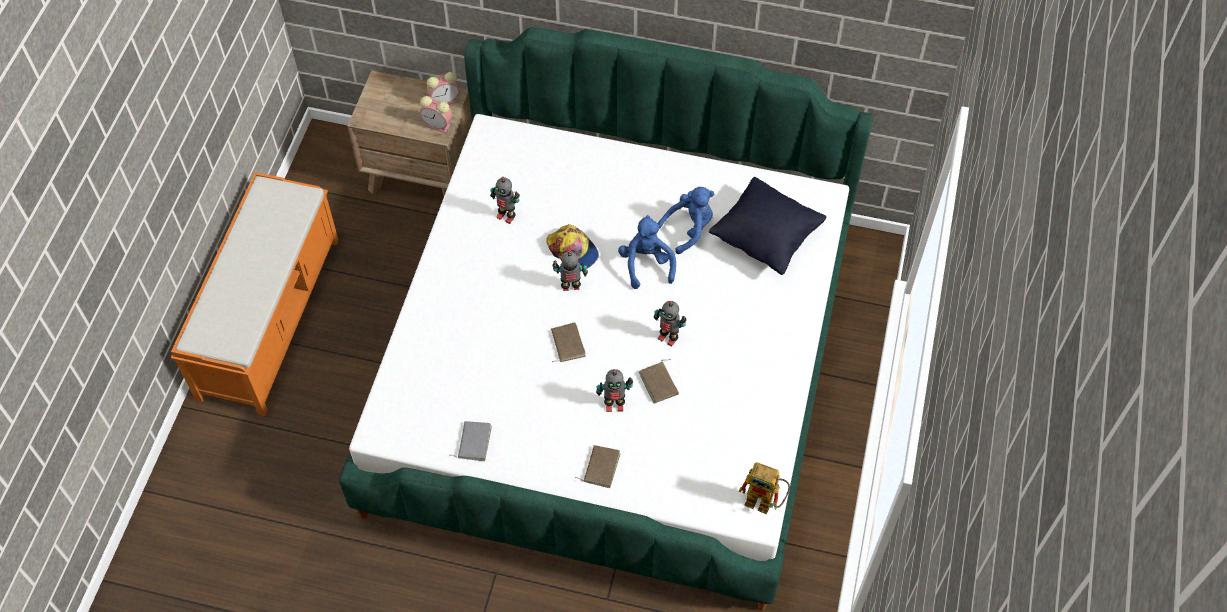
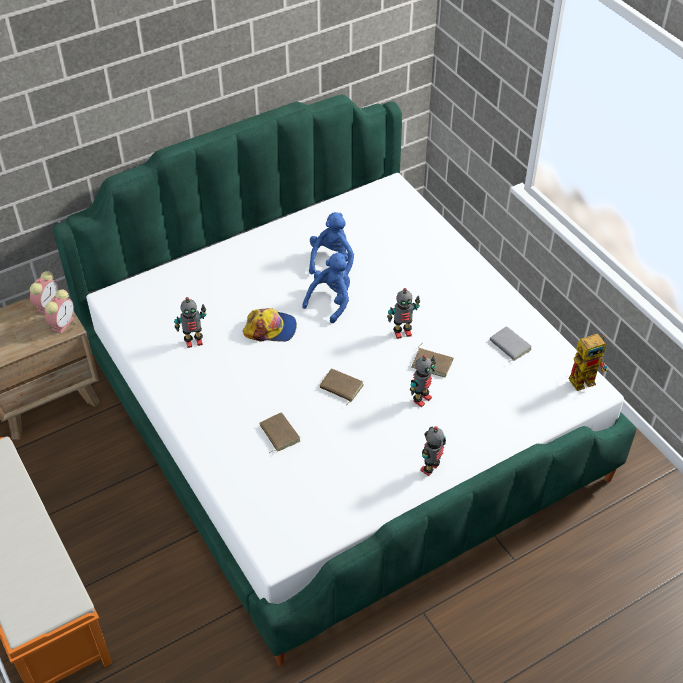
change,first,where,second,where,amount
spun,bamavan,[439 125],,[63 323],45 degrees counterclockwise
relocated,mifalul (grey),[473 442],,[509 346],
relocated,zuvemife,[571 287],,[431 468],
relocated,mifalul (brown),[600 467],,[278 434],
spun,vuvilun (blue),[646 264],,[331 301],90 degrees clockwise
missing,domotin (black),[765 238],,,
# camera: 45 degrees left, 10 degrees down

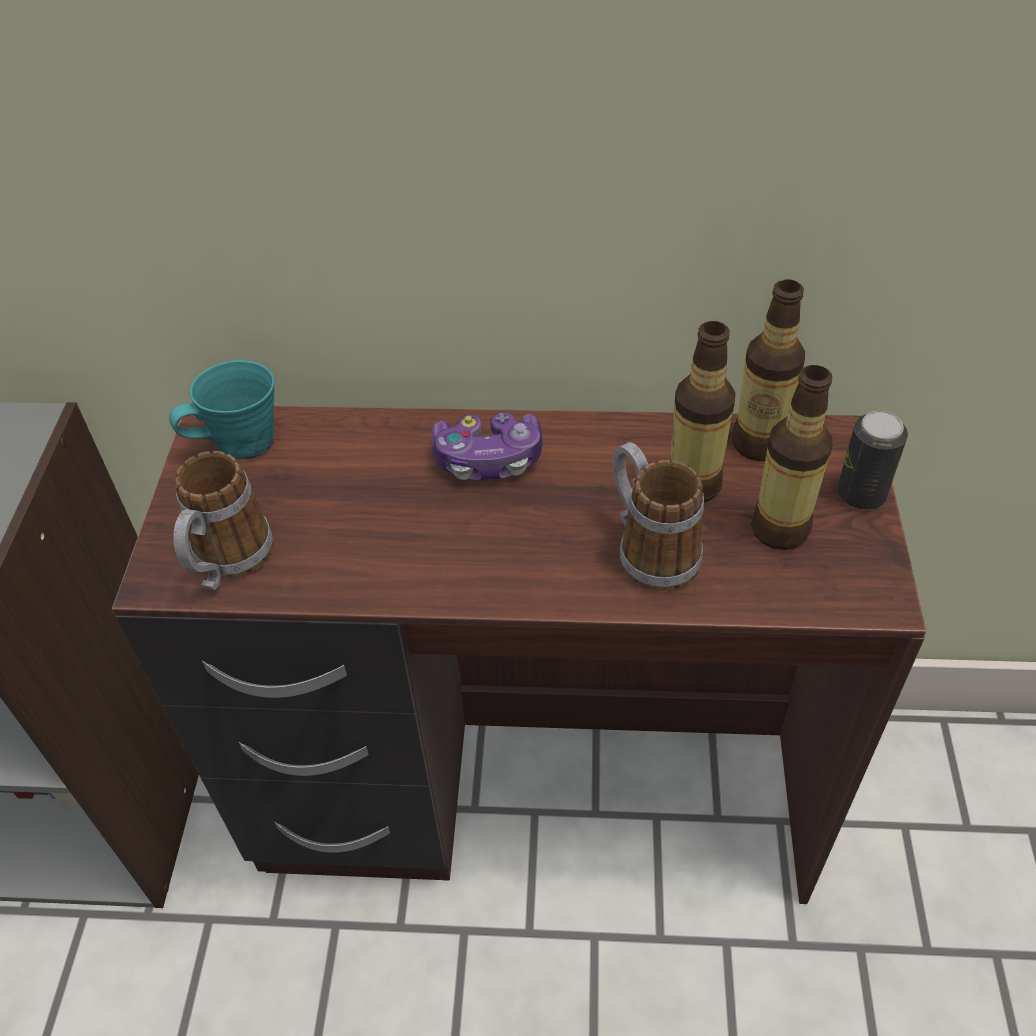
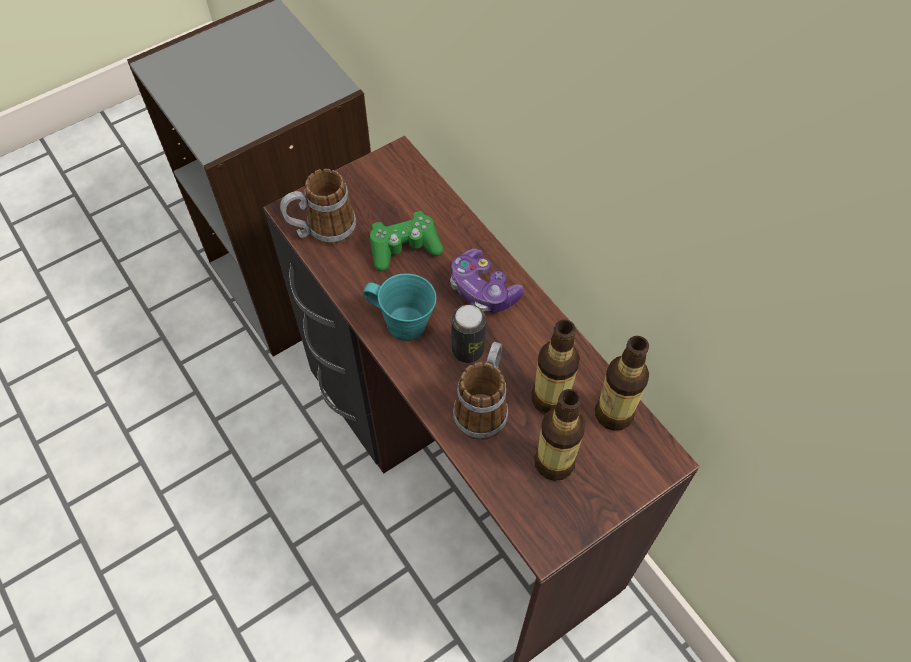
change,first,where,second,where,amount
relocated,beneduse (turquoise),[241 442],,[404 323],
relocated,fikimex,[861 494],,[467 350],
appeared,,,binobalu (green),[404 247],
# camera: 50 degrees right, 10 degrees up

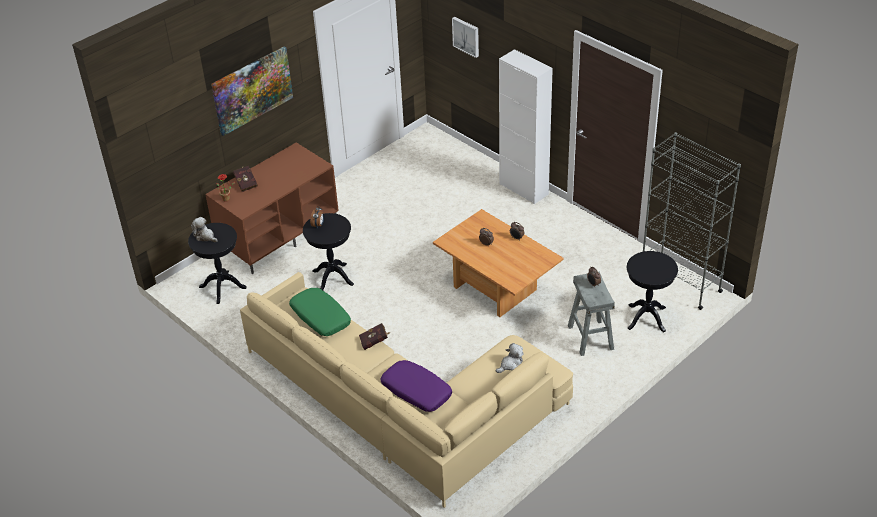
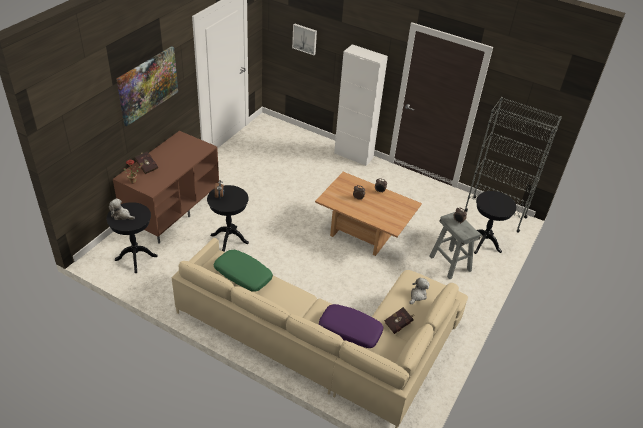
change,first,where,second,where,amount
relocated,mifalul (red),[375 342],,[399 324],
# camera: 20 degrees left, 0 degrees up

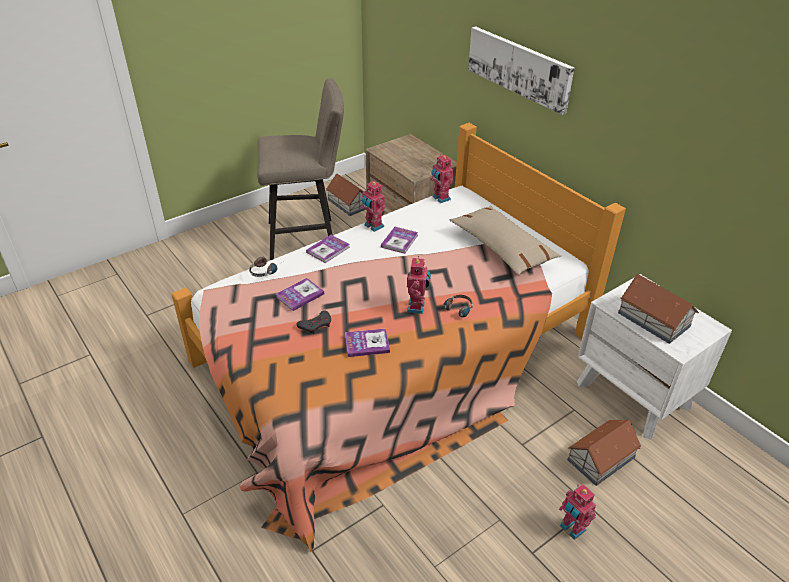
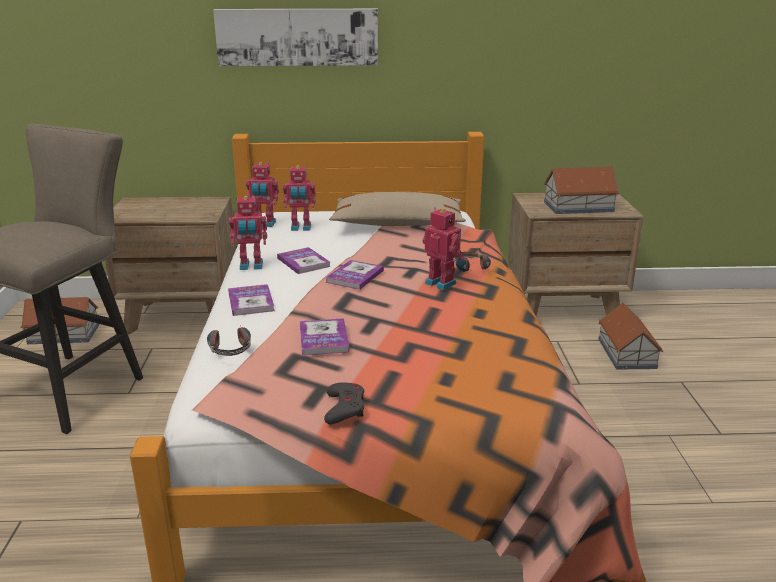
change,first,where,second,where,amount
relocated,binobalu (grey),[316 325],,[344 408],
relocated,mifalul,[367 344],,[355 276],
relocated,zuvemife,[571 529],,[301 228],
colour,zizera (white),[634 395],zizera (brown),[564 309],
# camera: 55 degrees left, 15 degrees down

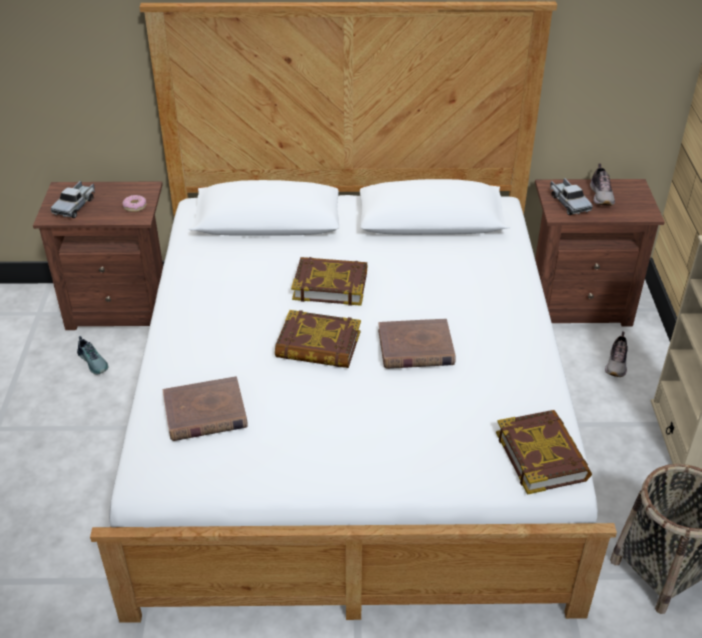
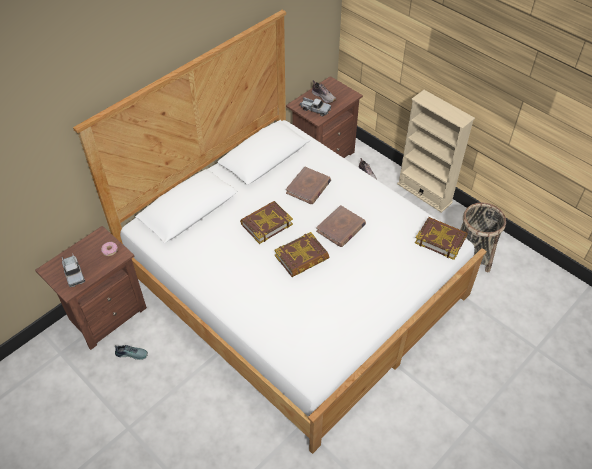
change,first,where,second,where,amount
relocated,mifalul (brown),[205 413],,[308 187],
# camera: 45 degrees left, 10 degrees up

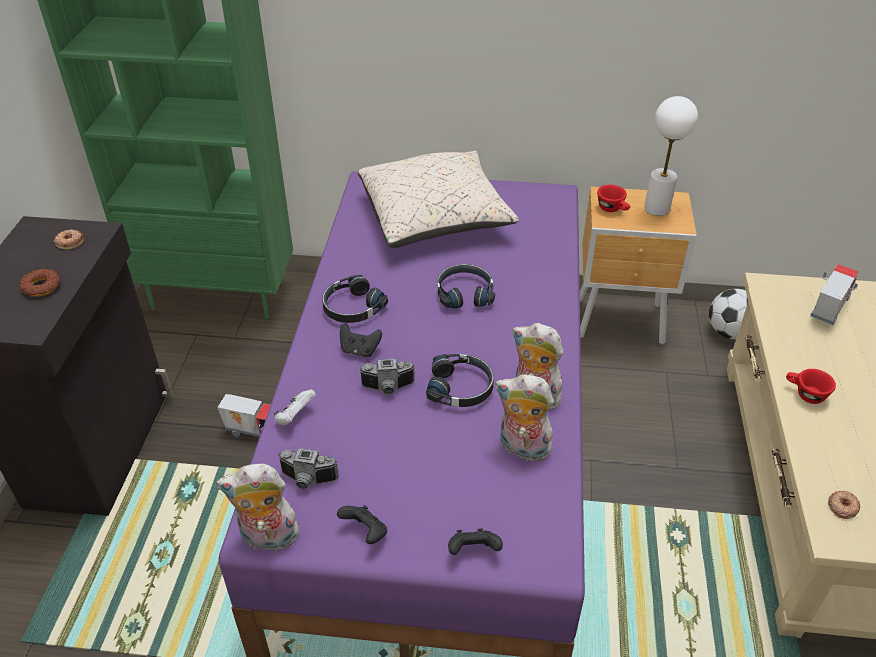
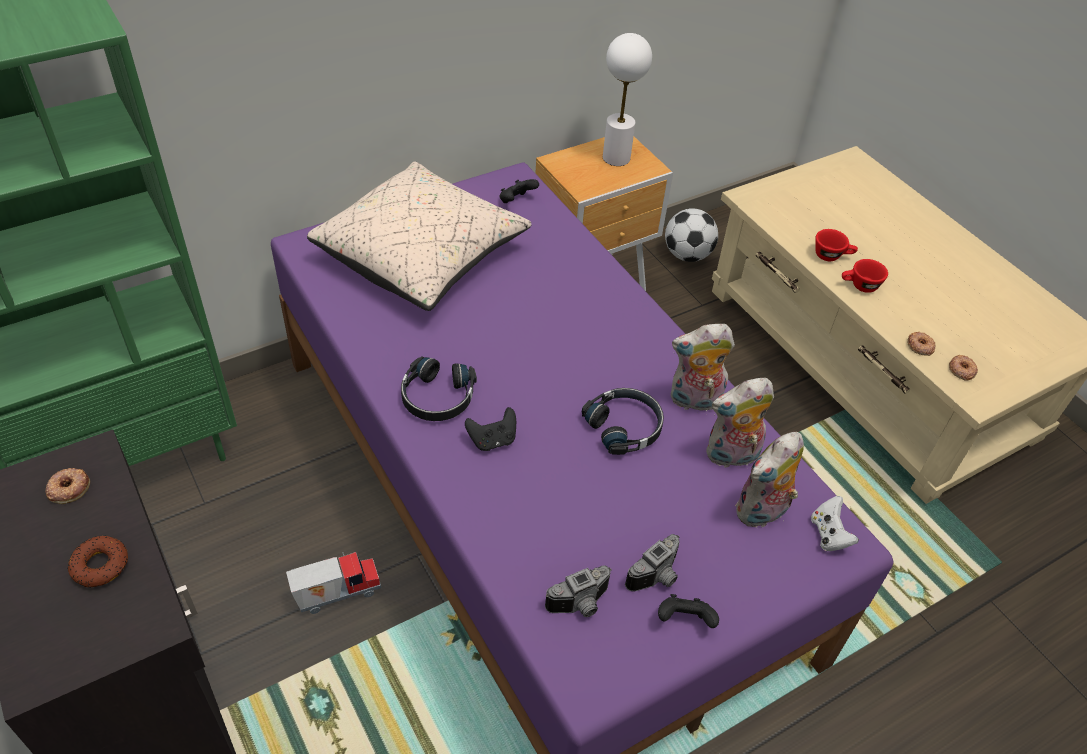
change,first,where,second,where,amount
relocated,vuvilun,[267 538],,[762 513],
relocated,binobalu (white),[295 417],,[828 534],
relocated,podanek,[388 388],,[658 577],
missing,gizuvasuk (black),[464 293],,,
relocated,binobalu (black),[473 551],,[516 201],
relocated,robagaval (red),[613 209],,[832 256],
missing,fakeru,[827 308],,,
appeared,,,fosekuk,[920 346],
# camera: 40 degrees left, 5 degrees up

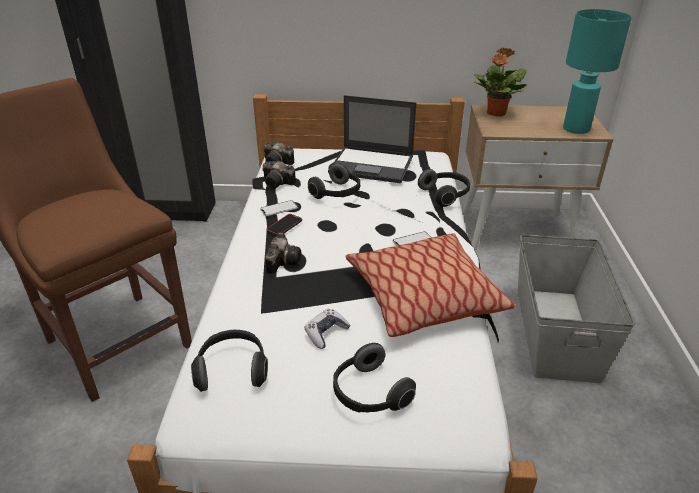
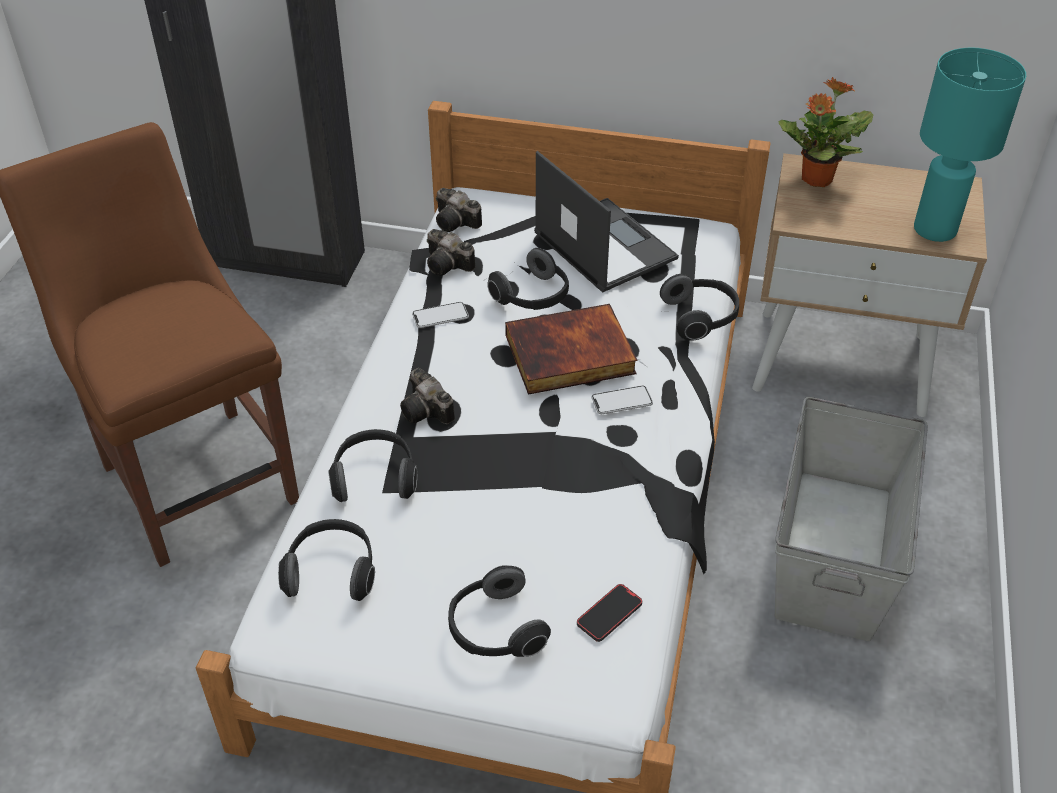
change,first,where,second,where,amount
spun,podanek,[283 261],,[428 411],120 degrees clockwise
relocated,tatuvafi,[284 226],,[609 614],
missing,binobalu,[326 333],,,
spun,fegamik,[372 165],,[603 245],150 degrees counterclockwise
missing,domotin,[423 296],,,
appeared,,,gizuvasuk,[375 477],
appeared,,,mifalul,[569 356],
# camera: 10 degrees right, 10 degrees up

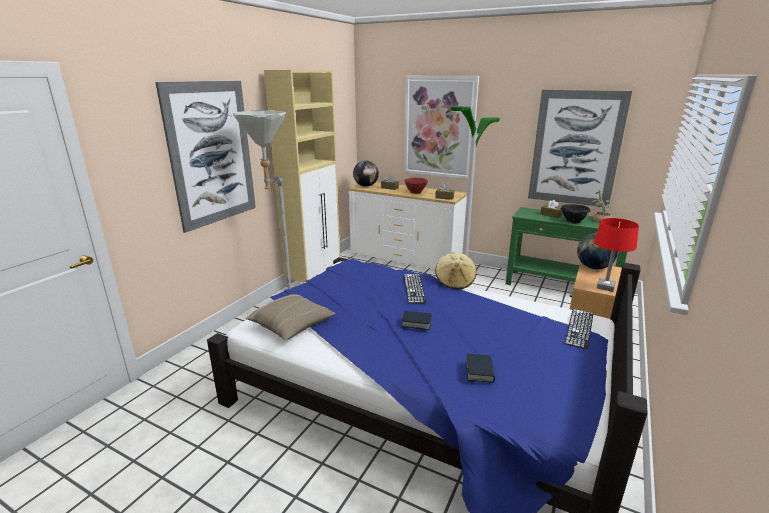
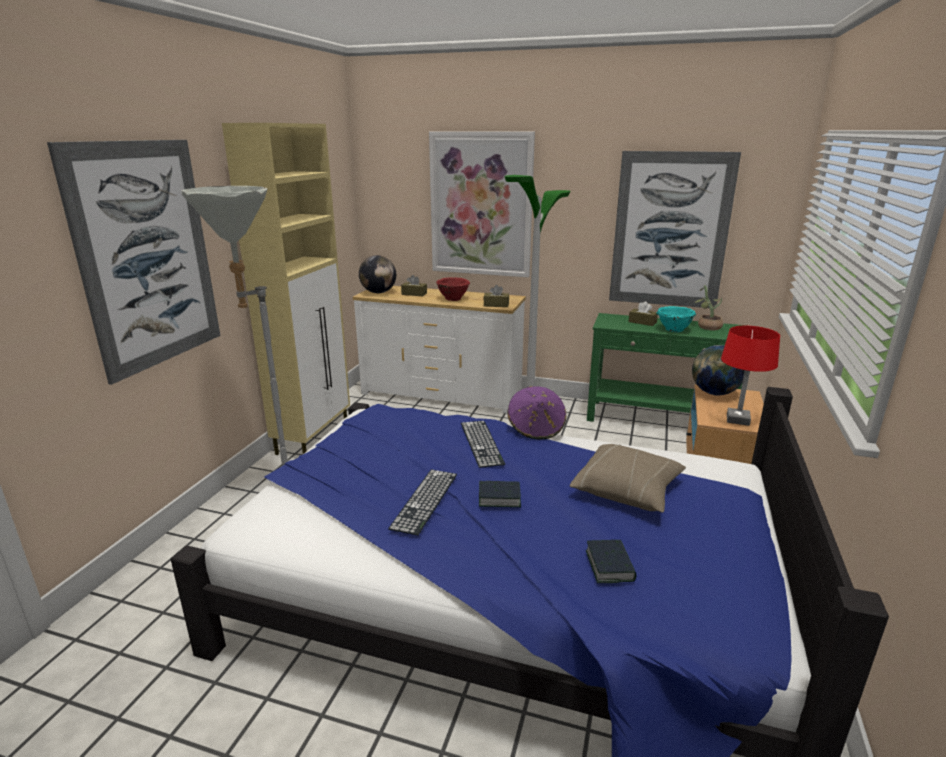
change,first,where,second,where,amount
relocated,domotin (beige),[292 326],,[627 491],
colour,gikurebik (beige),[455 282],gikurebik (purple),[536 428],
colour,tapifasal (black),[573 221],tapifasal (turquoise),[673 330],
relocated,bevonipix,[579 328],,[425 500],
# camera: 10 degrees left, 0 degrees up

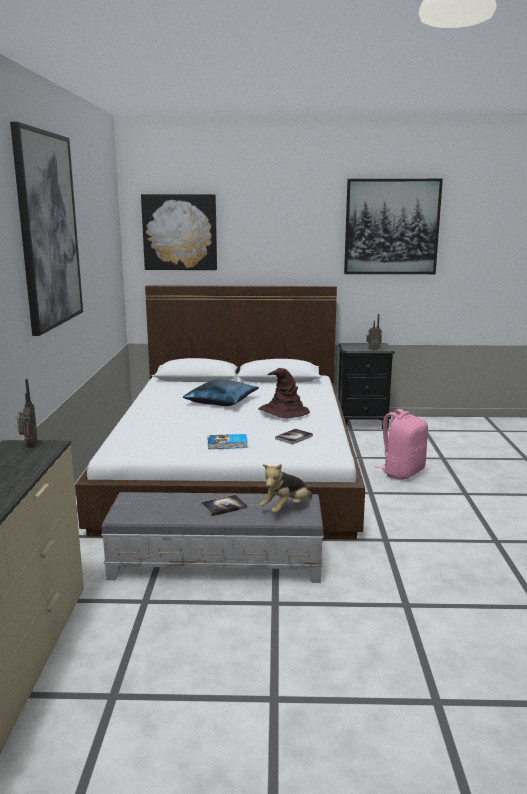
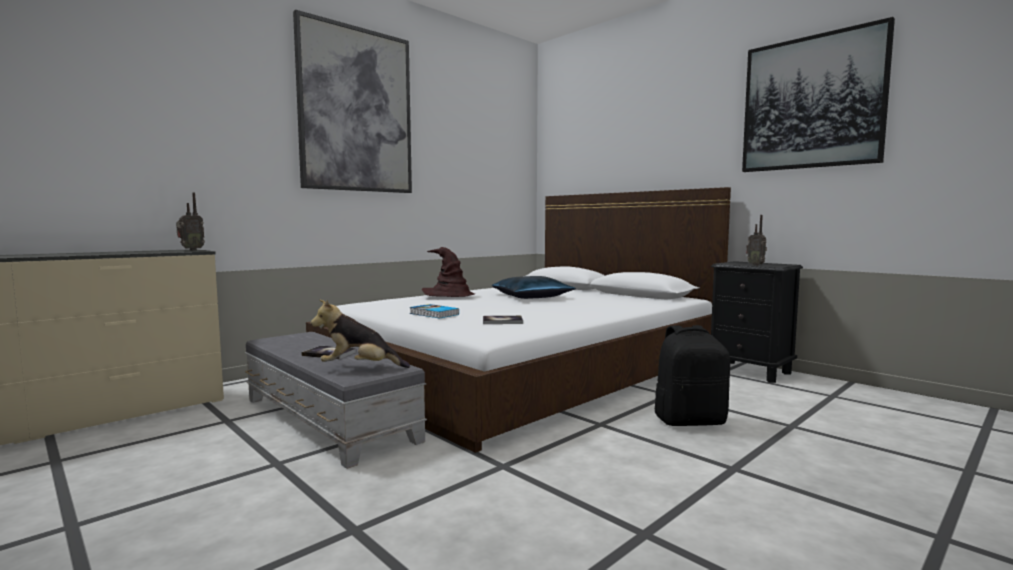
change,first,where,second,where,amount
missing,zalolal,[180 232],,,
relocated,gikurebik (brown),[283 412],,[449 295],
colour,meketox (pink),[402 472],meketox (black),[690 420],
# camera: 45 degrees right, 10 degrees down

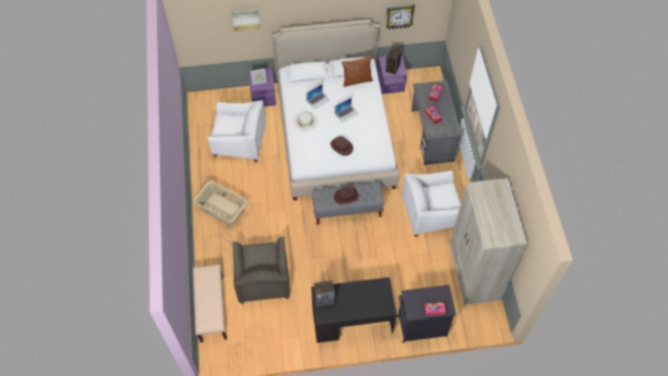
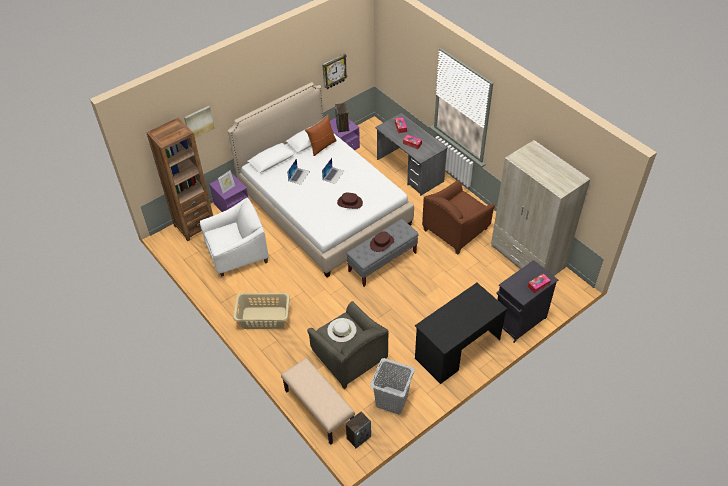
change,first,where,second,where,amount
relocated,gikurebik (white),[305 120],,[341 330],
relocated,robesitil,[324 299],,[358 437],
colour,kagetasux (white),[430 213],kagetasux (brown),[456 230],
appeared,,,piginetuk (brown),[194 225],
appeared,,,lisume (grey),[392 400],
# camera: 30 degrees left, 10 degrees down

